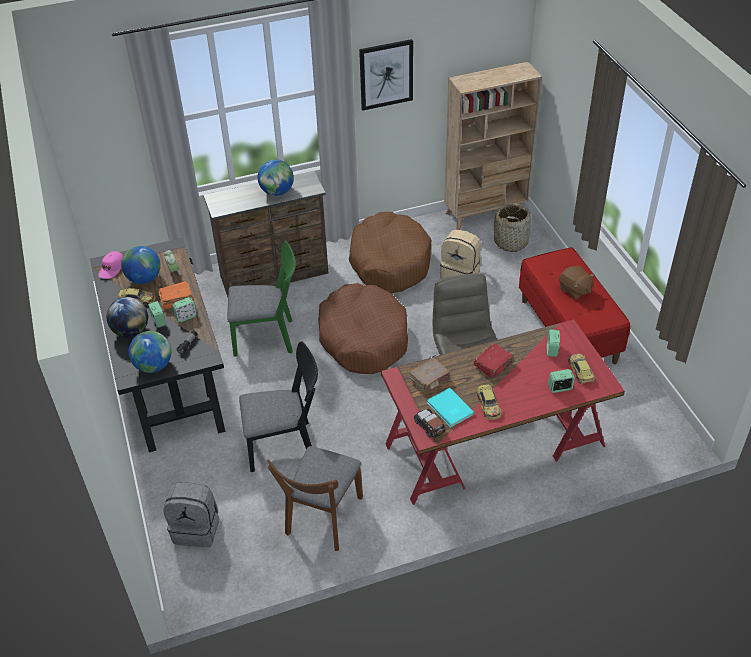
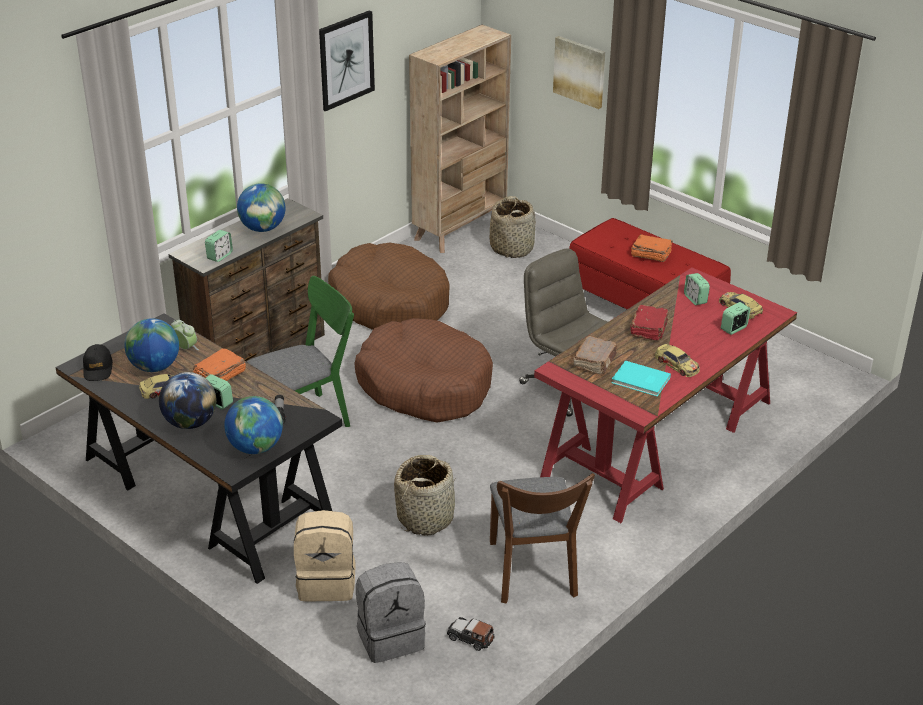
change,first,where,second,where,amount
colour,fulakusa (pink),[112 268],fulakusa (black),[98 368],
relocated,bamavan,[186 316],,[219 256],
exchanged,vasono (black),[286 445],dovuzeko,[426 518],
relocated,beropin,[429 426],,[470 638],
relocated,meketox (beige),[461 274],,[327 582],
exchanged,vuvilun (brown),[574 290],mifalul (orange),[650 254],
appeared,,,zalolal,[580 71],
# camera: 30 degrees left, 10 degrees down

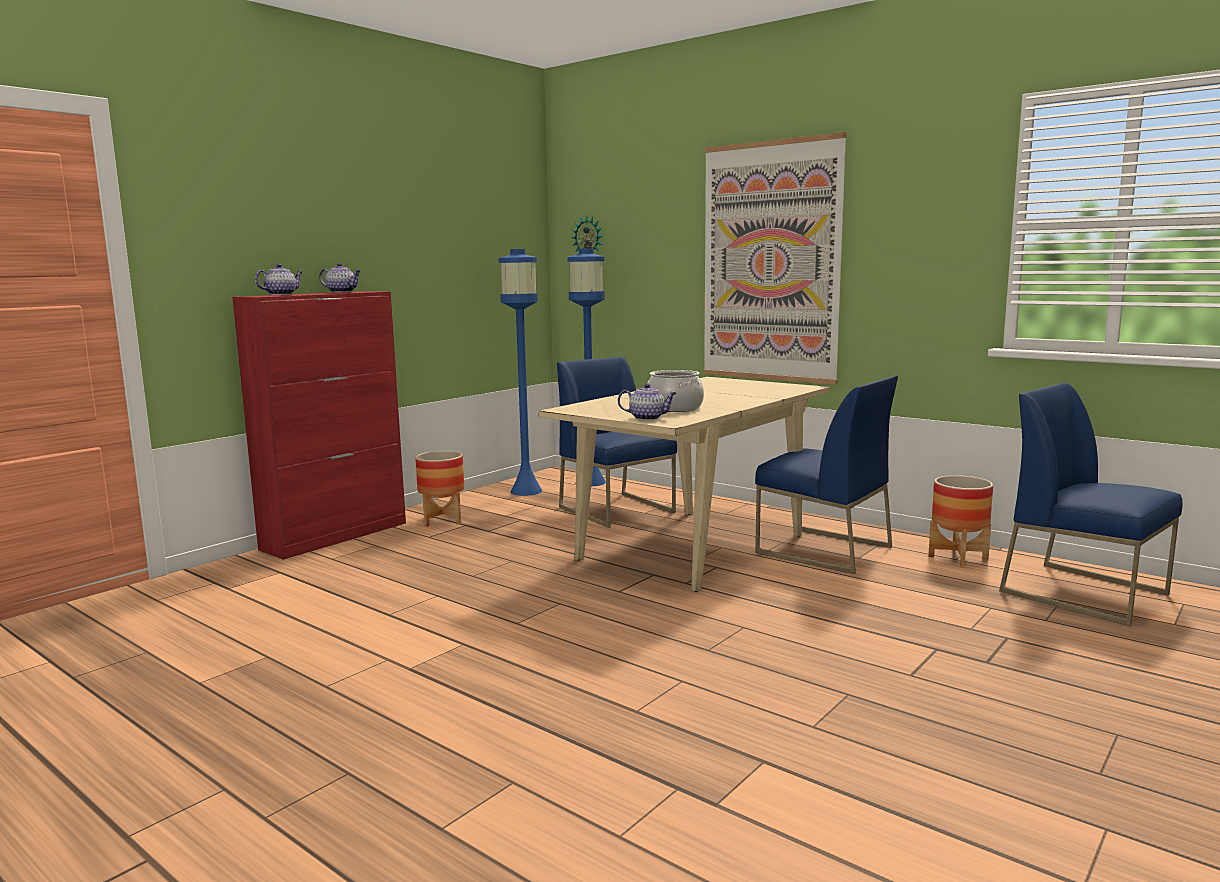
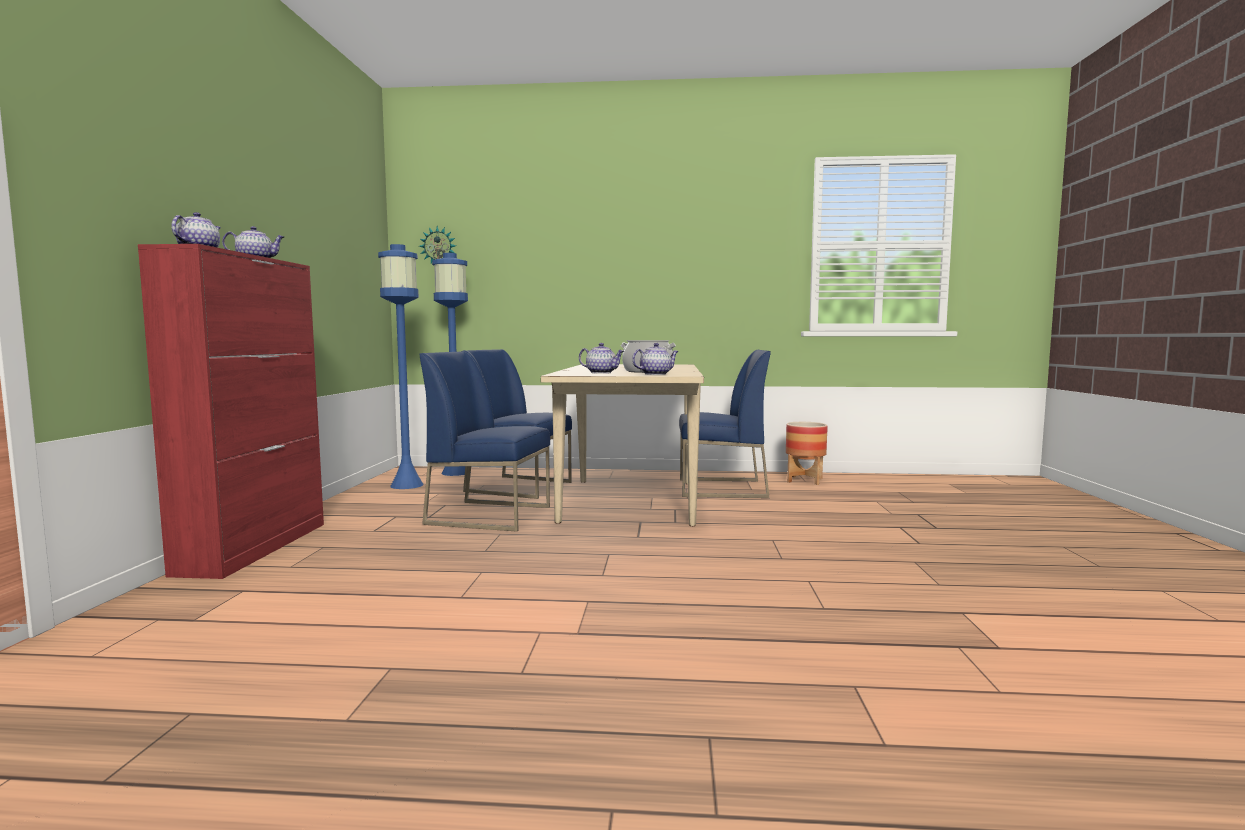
change,first,where,second,where,amount
missing,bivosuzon,[442 520],,,
missing,zalolal,[770 262],,,
relocated,vasono (blue),[1085 593],,[490 515],
appeared,,,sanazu,[602 373],
# camera: 35 degrees left, 5 degrees down

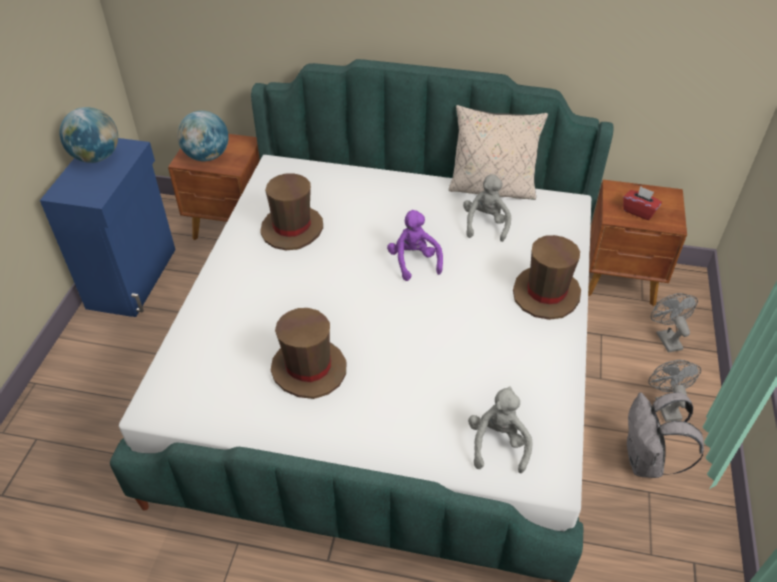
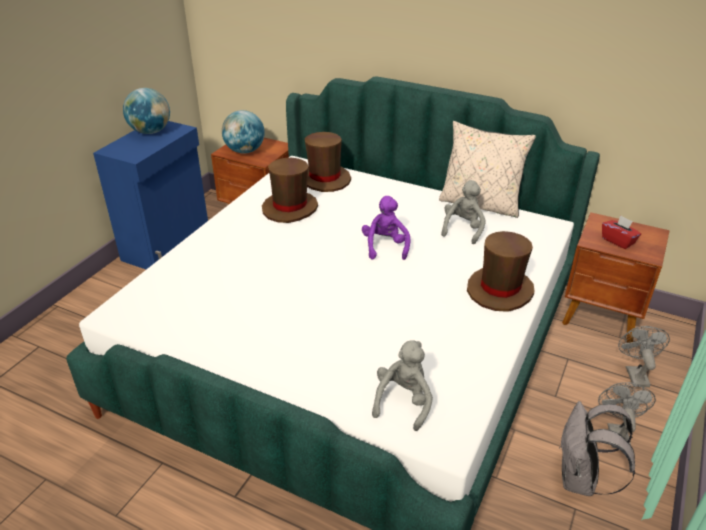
change,first,where,second,where,amount
relocated,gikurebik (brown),[309 368],,[325 179],
# camera: 15 degrees right, 10 degrees down

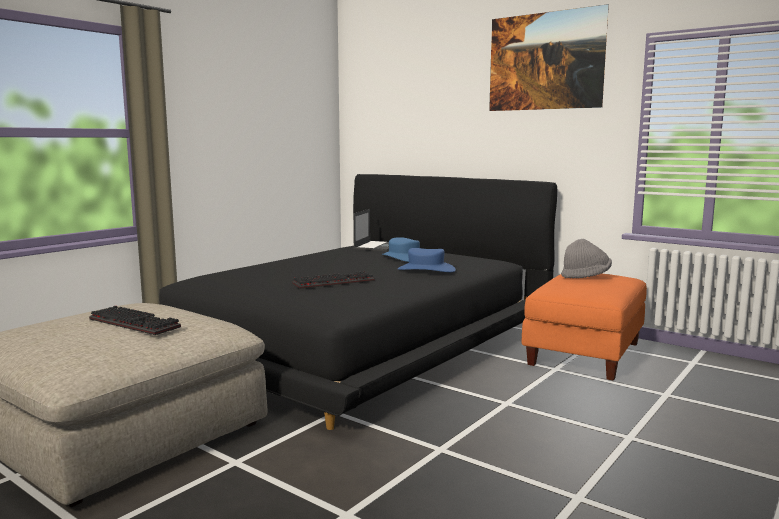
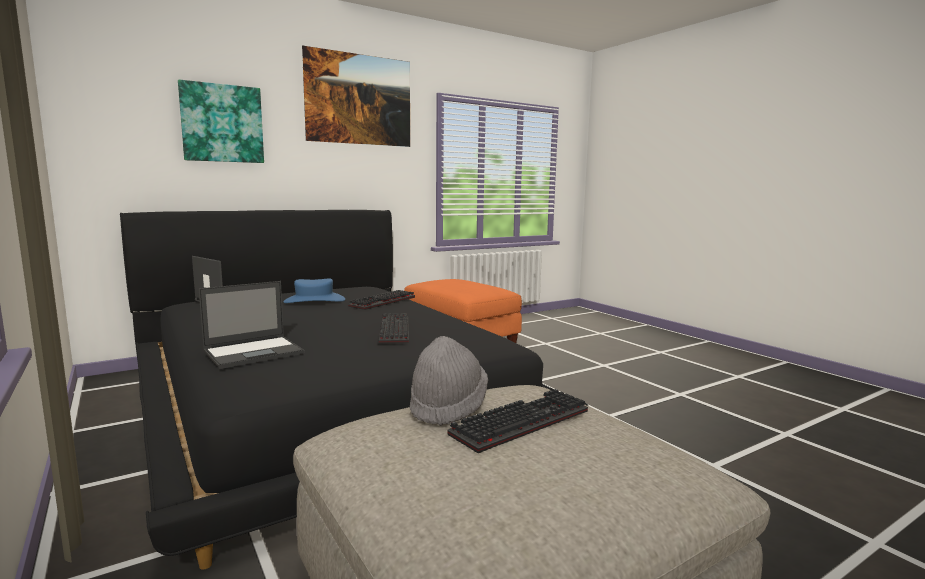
change,first,where,second,where,amount
exchanged,gikurebik (blue),[426 270],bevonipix,[383 302],
relocated,gikurebik (grey),[585 277],,[448 406],
appeared,,,zalolal,[222 123],
appeared,,,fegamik,[255 352],
# camera: 70 degrees left, 0 degrees up

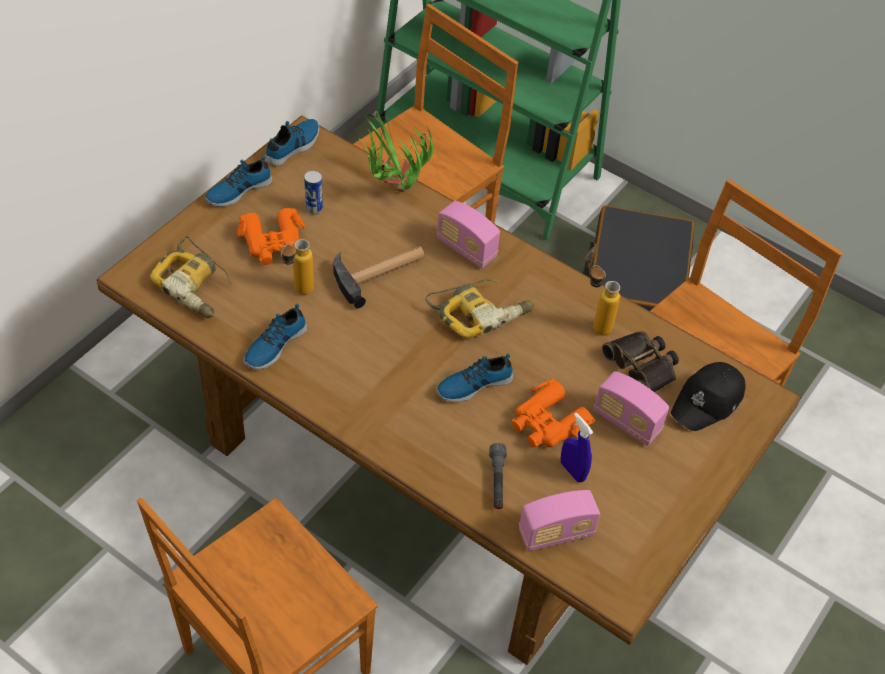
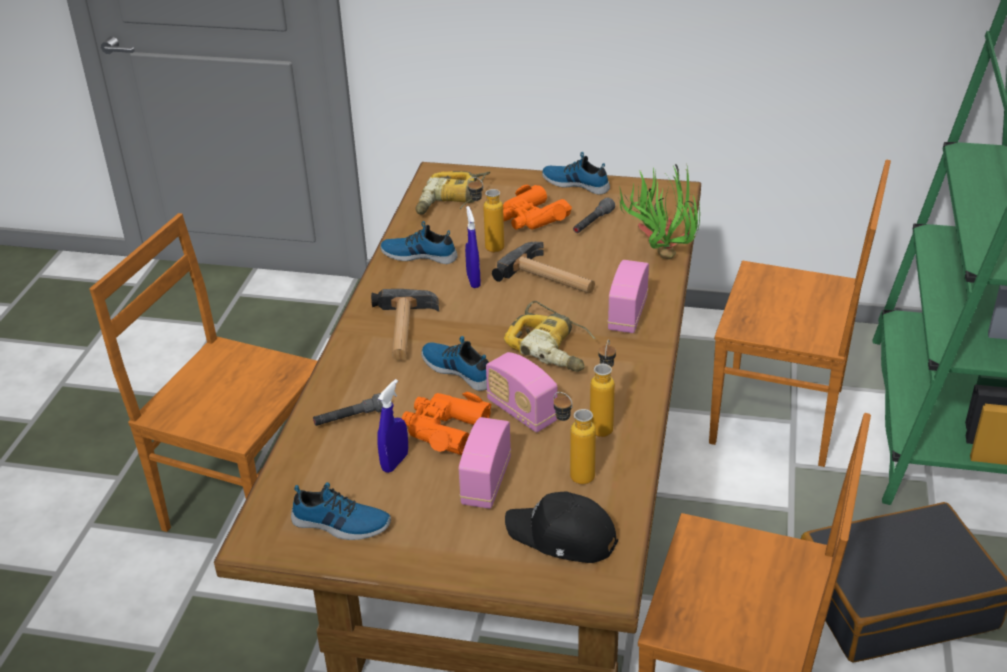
change,first,where,second,where,amount
relocated,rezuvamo,[293 146],,[340 524],
exchanged,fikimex,[314 208],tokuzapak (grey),[592 223],
relocated,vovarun,[556 534],,[521 412],
exchanged,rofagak,[643 366],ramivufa,[573 473],
appeared,,,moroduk,[404 330],
appeared,,,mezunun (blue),[473 281],
# camera: 70 degrees right, 15 degrees down

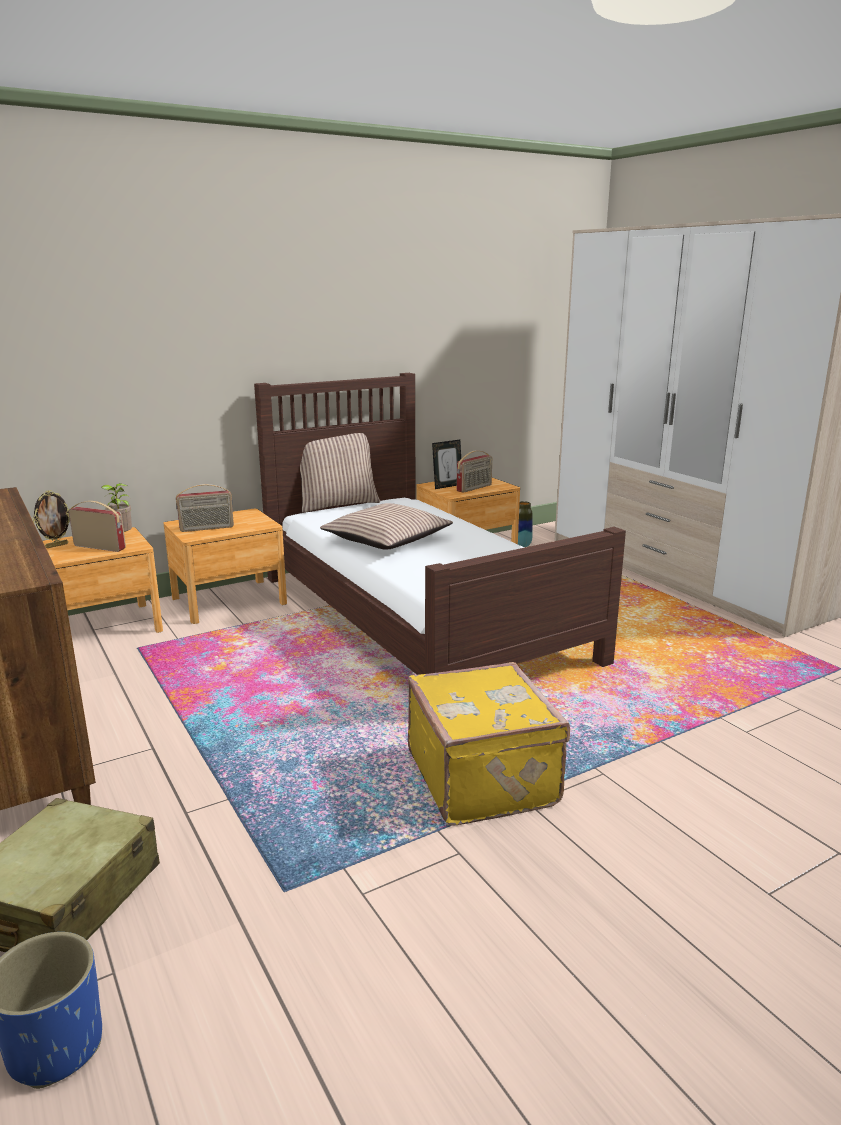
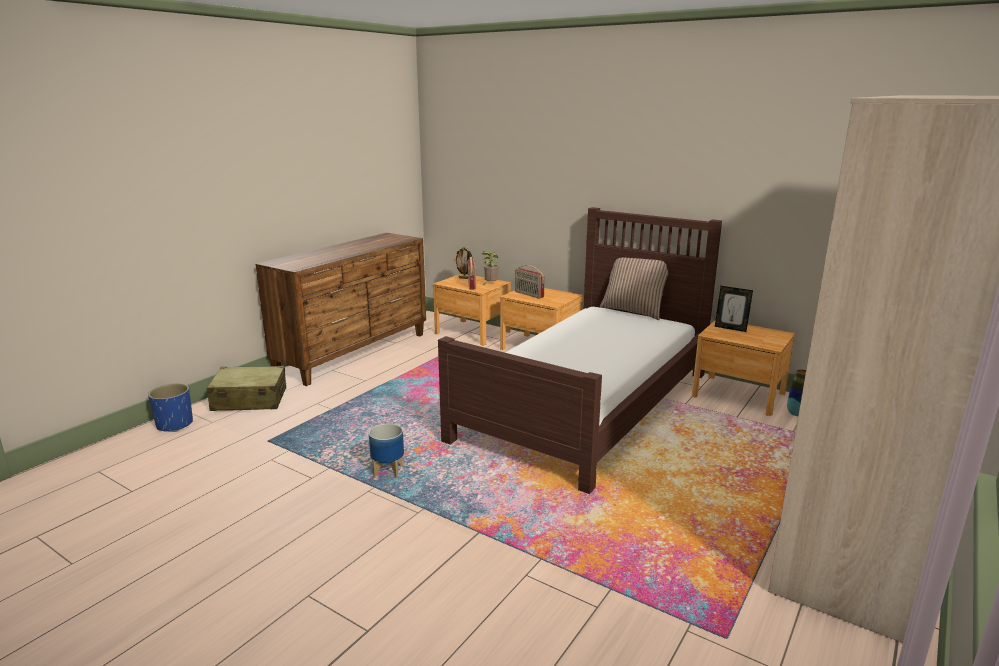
change,first,where,second,where,amount
missing,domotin,[386 539],,,
exchanged,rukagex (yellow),[484 777],bivosuzon,[388 471],
missing,vovarun,[474 488],,,
# camera: 65 degrees right, 0 degrees up

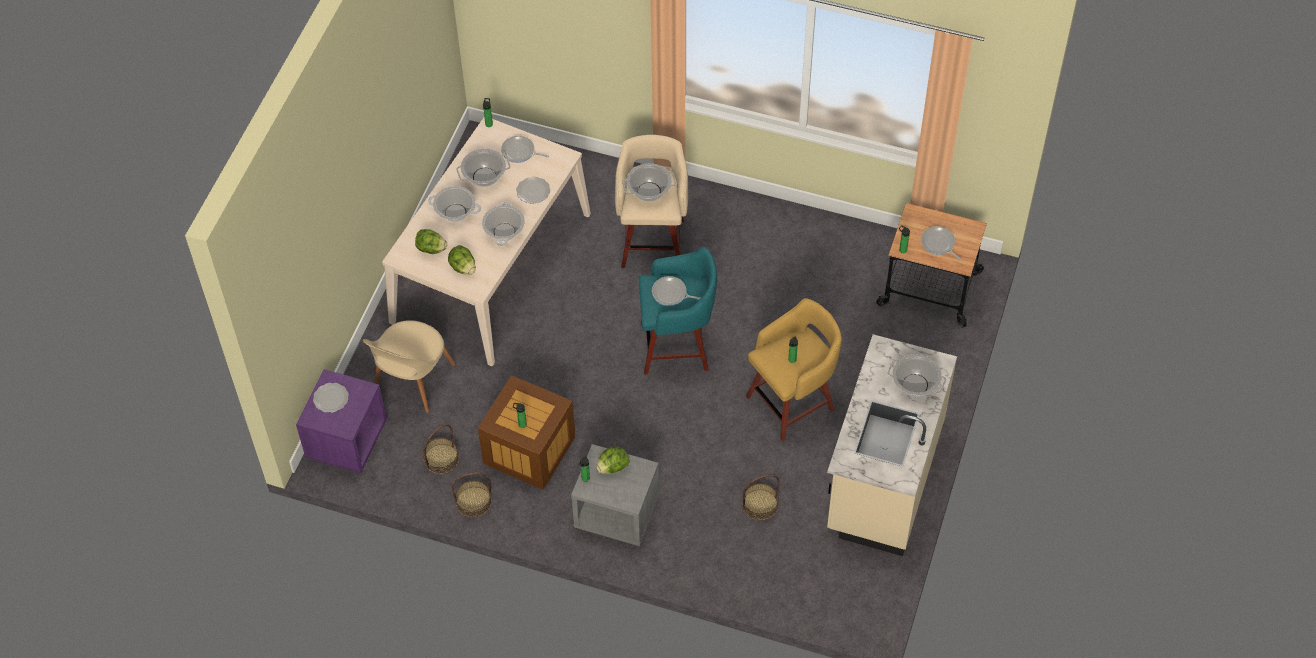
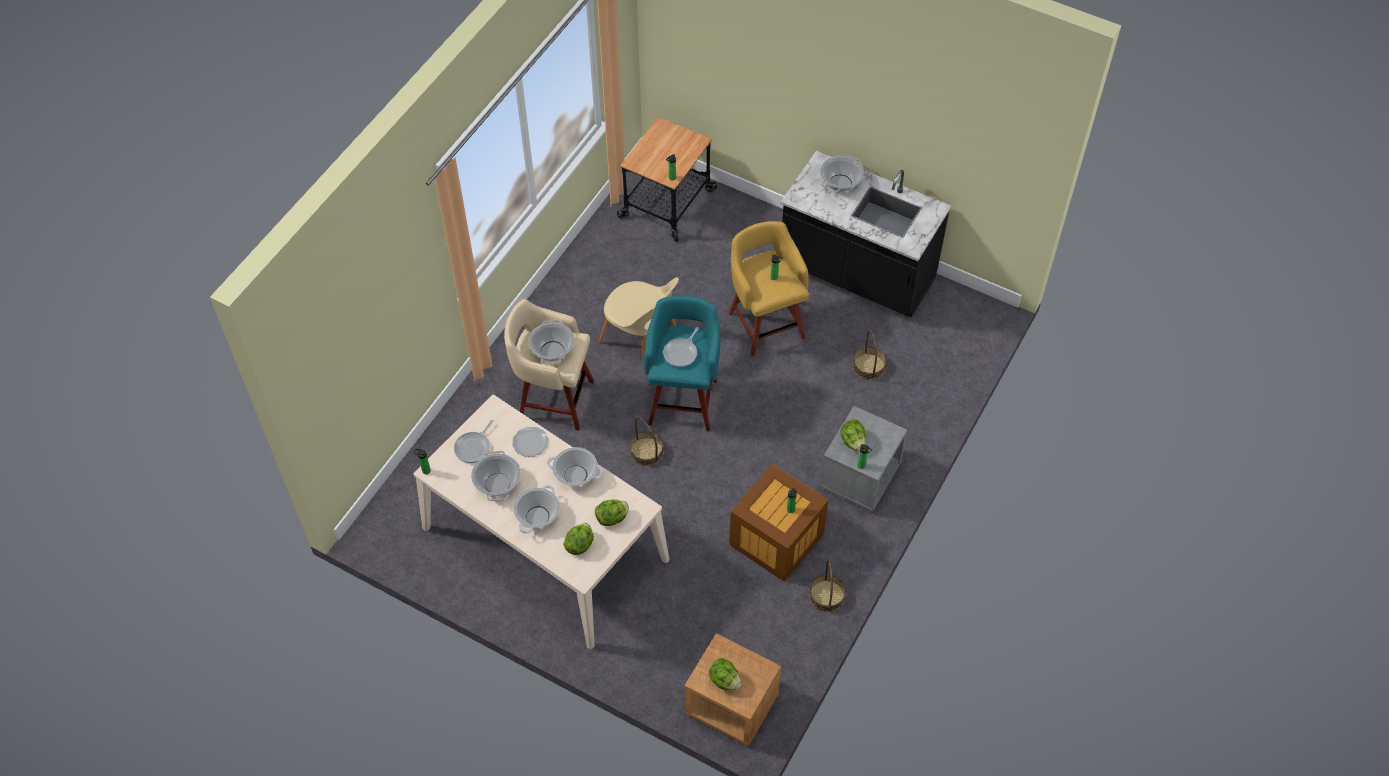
change,first,where,second,where,amount
colour,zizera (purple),[347 440],zizera (brown),[731 705],
exchanged,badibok,[331 398],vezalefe,[724 680],
relocated,vasono (beige),[412 381],,[641 339],
relocated,dovuzeko,[441 459],,[646 451],
colour,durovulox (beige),[883 477],durovulox (black),[856 274],
missing,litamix,[939 244],,,
# camera: 80 degrees left, 0 degrees up

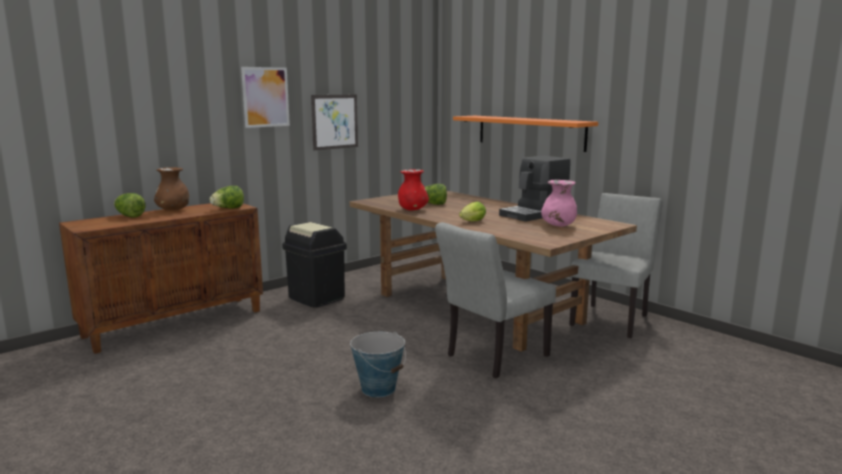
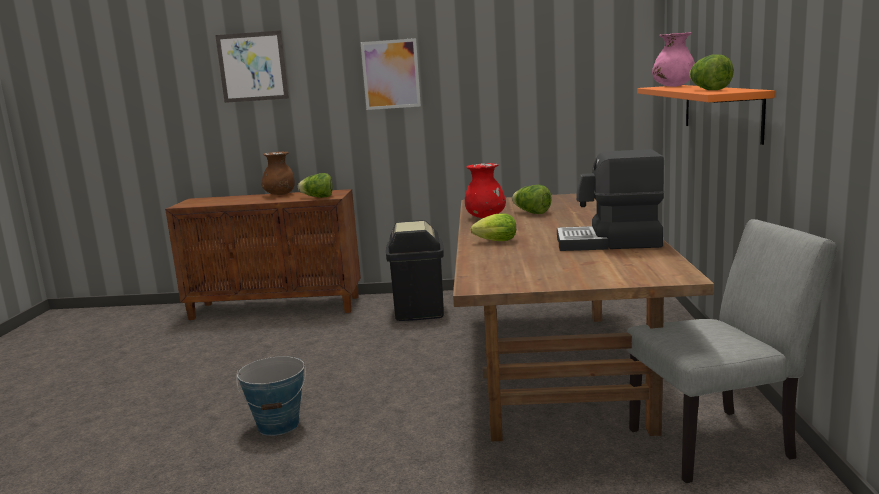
change,first,where,second,where,amount
relocated,vezalefe,[129 216],,[708 90],
relocated,zalolal,[335 121],,[252 67],
missing,vasono (grey),[492 357],,,
relocated,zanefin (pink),[558 225],,[673 86],
# camera: 45 degrees right, 0 degrees up

